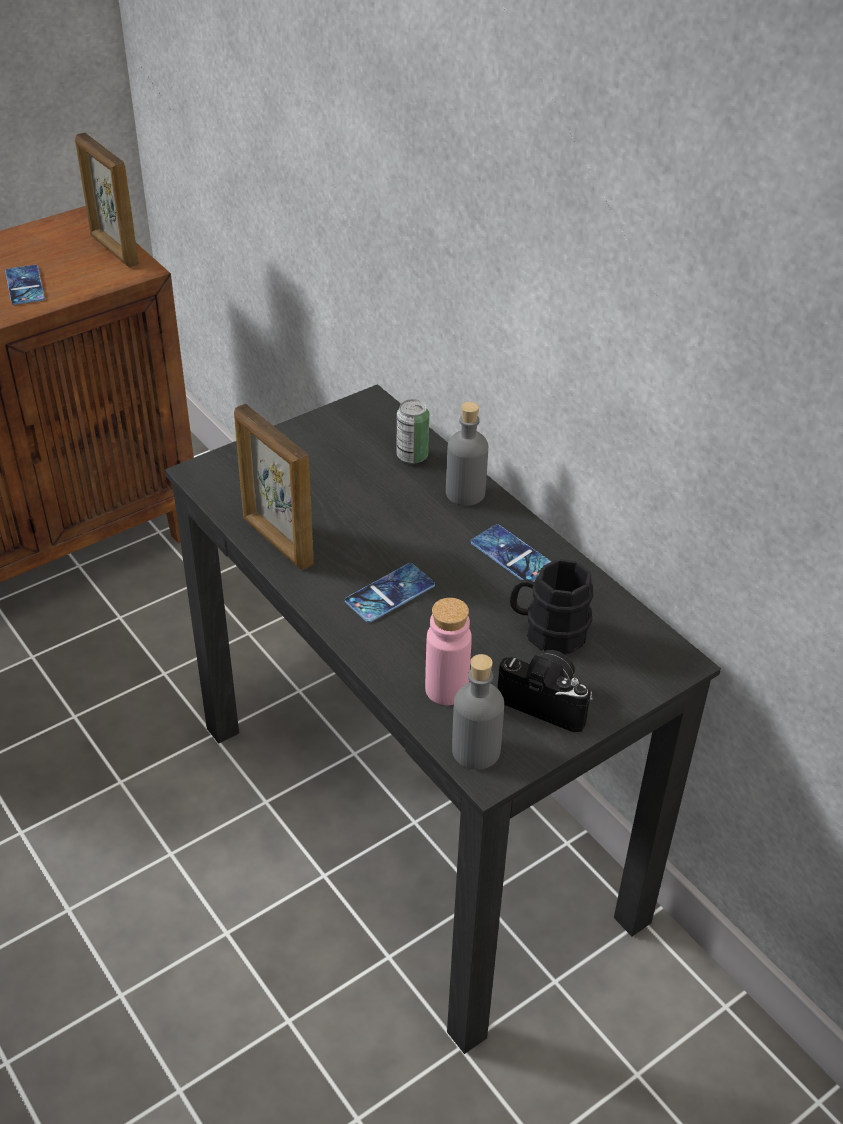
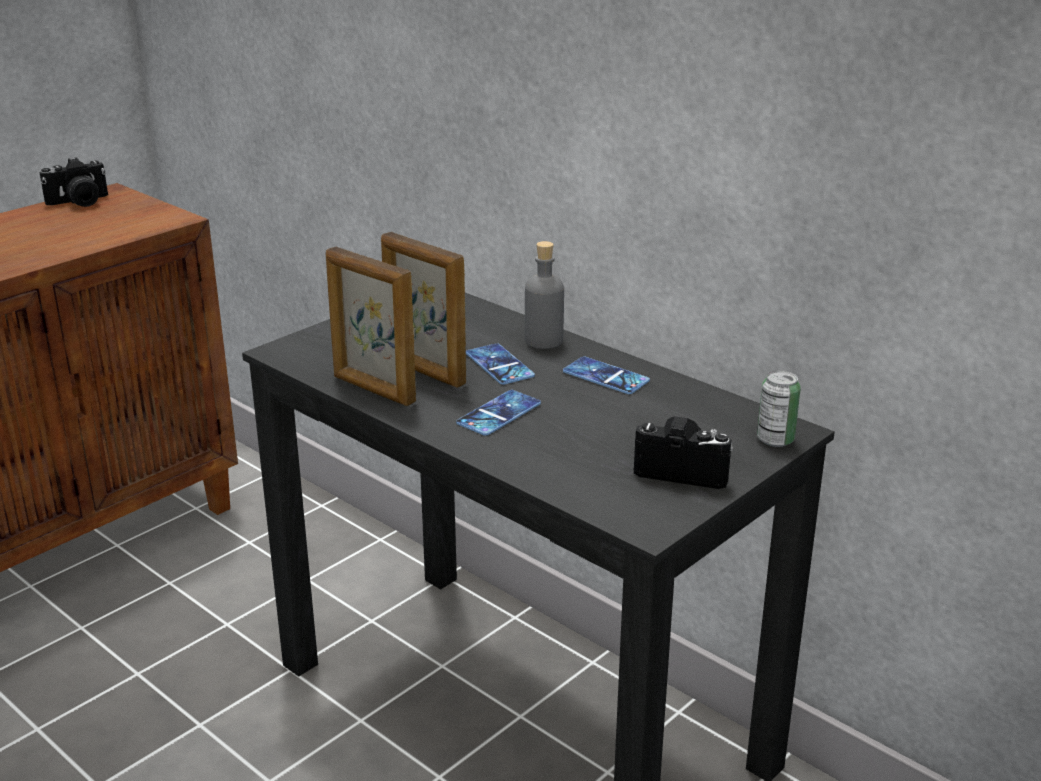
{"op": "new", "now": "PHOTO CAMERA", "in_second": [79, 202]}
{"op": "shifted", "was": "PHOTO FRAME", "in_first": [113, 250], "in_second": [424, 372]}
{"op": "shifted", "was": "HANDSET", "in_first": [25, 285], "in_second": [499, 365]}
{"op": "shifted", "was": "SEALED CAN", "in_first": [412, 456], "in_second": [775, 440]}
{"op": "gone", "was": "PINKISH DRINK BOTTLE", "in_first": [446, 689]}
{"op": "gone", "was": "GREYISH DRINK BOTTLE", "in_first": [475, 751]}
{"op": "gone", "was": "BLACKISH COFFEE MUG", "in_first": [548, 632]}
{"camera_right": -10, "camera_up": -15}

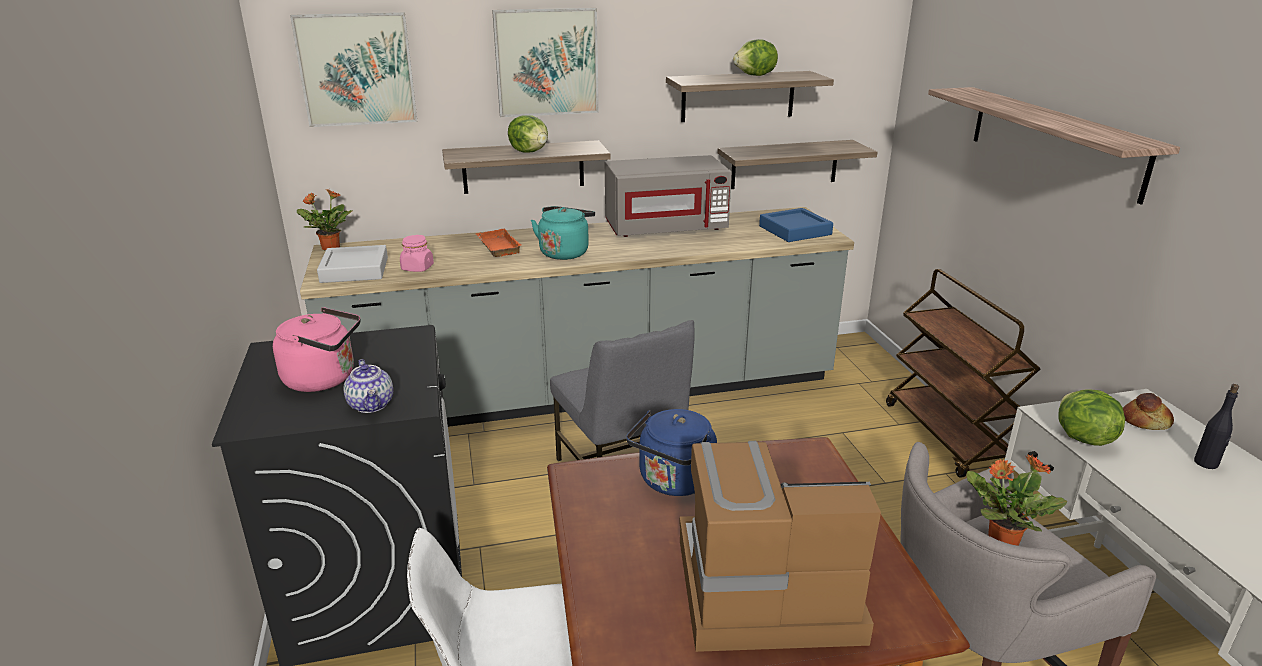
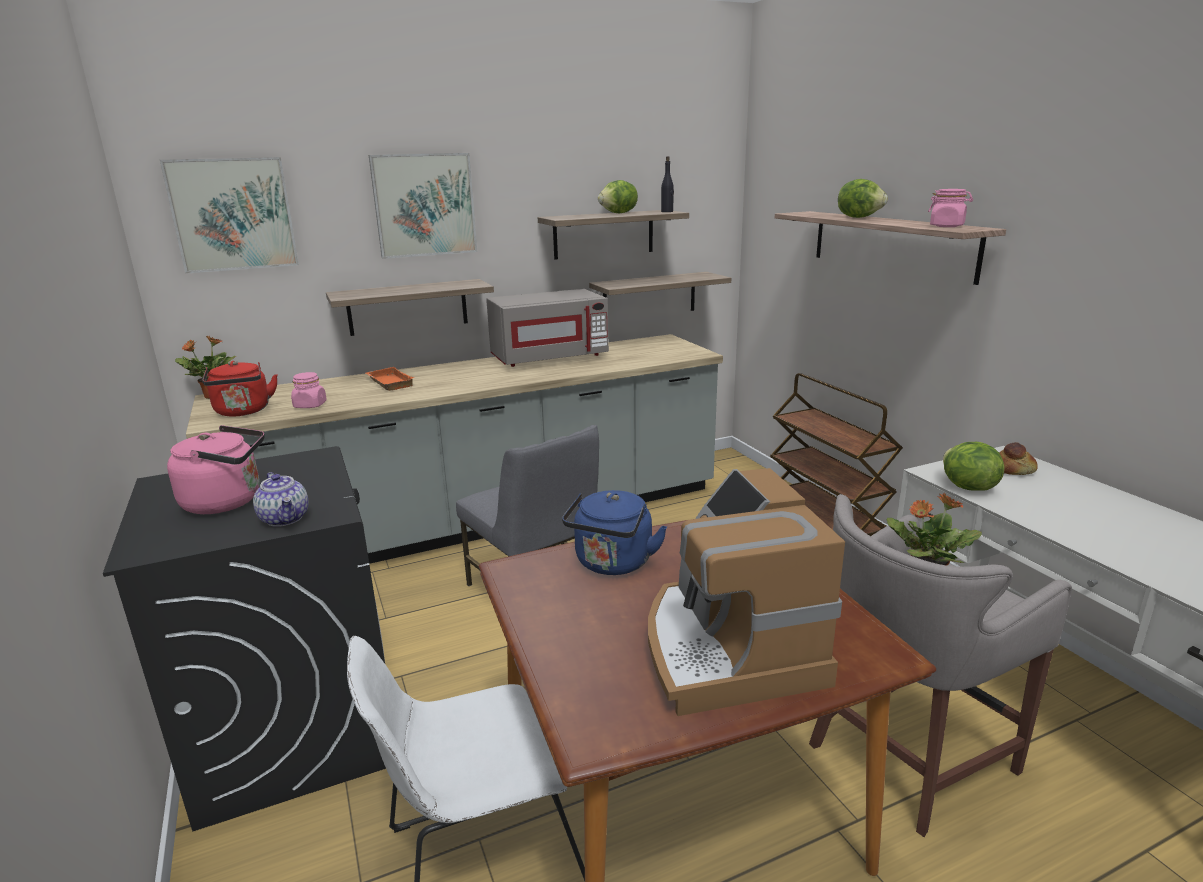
{"op": "swapped", "was": "GREYISH TRAY", "now": "RED-COLOURED KETTLE", "in_first": [354, 270], "in_second": [243, 412]}
{"op": "rotated", "was": "COFFEE BREWER", "in_first": [763, 591], "in_second": [727, 648], "clockwise": -90}
{"op": "shifted", "was": "BLACKISH DRINK BOTTLE", "in_first": [1206, 463], "in_second": [667, 211]}
{"op": "shifted", "was": "LETTUCE", "in_first": [530, 151], "in_second": [859, 217]}
{"op": "new", "now": "PINKISH JAR", "in_second": [947, 226]}
{"op": "gone", "was": "BLUE-GREEN KETTLE", "in_first": [565, 252]}
{"op": "gone", "was": "BLUISH TRAY", "in_first": [795, 230]}
{"camera_right": -10, "camera_up": -5}

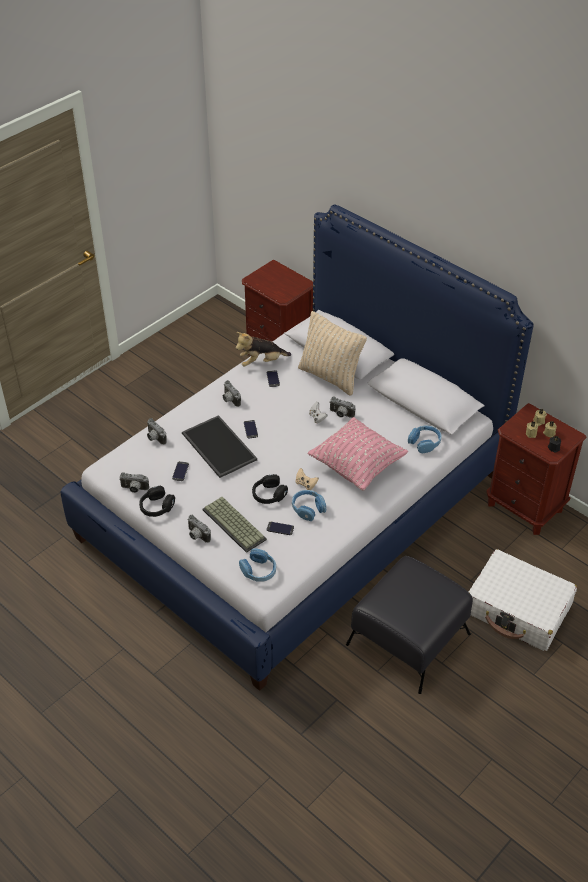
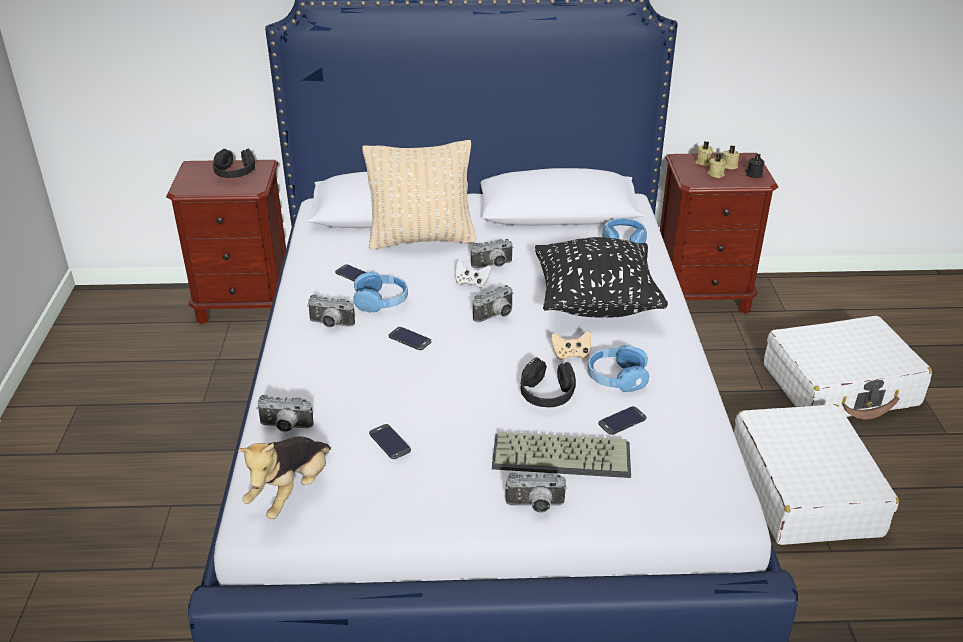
{"op": "shifted", "was": "BLACKISH HEADSET", "in_first": [156, 507], "in_second": [235, 173]}
{"op": "shifted", "was": "SOFT TOY", "in_first": [261, 362], "in_second": [291, 492]}
{"op": "shifted", "was": "BLUISH HEADSET", "in_first": [258, 571], "in_second": [381, 301]}
{"op": "shifted", "was": "PHOTO CAMERA", "in_first": [134, 489], "in_second": [496, 316]}
{"op": "repainted", "was": "PINKISH PILLOW", "now": "BLACKISH PILLOW", "in_first": [357, 467], "in_second": [596, 303]}
{"op": "swapped", "was": "BLACKISH POUFFE", "now": "WHITISH TRAVEL CASE", "in_first": [409, 639], "in_second": [804, 490]}
{"op": "gone", "was": "TRAY", "in_first": [217, 446]}
{"camera_right": -45, "camera_up": -10}

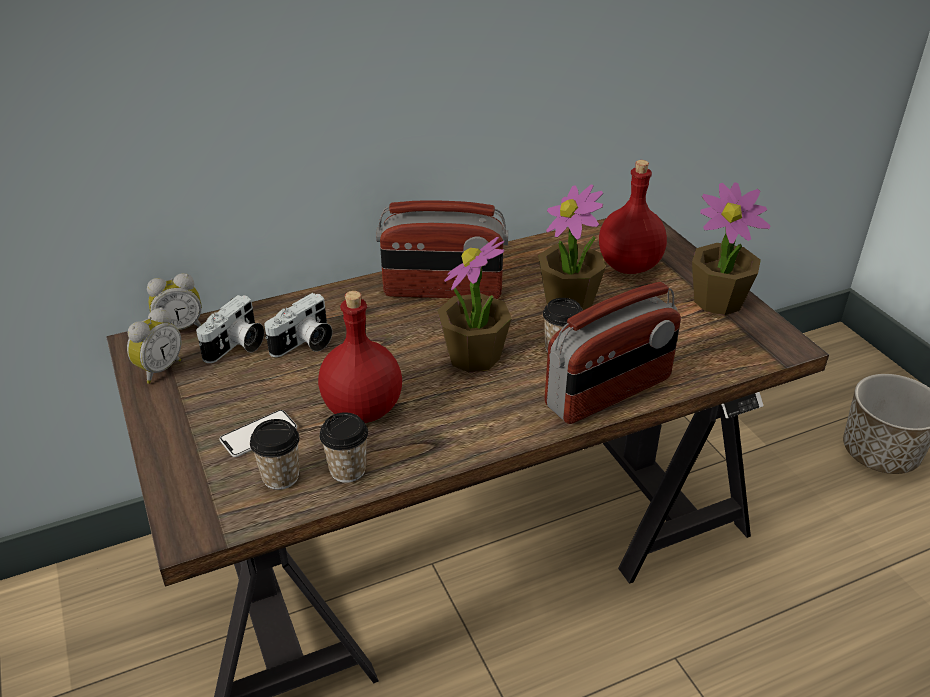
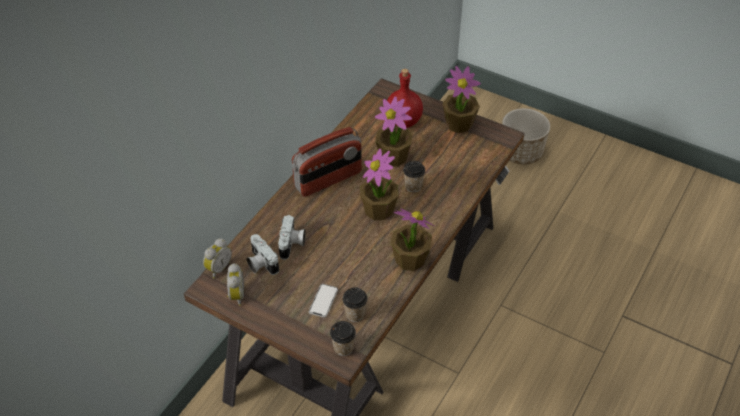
{"op": "rotated", "was": "PHOTO CAMERA", "in_first": [237, 347], "in_second": [260, 263], "clockwise": 150}
{"op": "shifted", "was": "CUP", "in_first": [347, 470], "in_second": [343, 348]}
{"op": "new", "now": "PLANT IN A POT", "in_second": [410, 259]}
{"op": "gone", "was": "RED-COLOURED DRINK BOTTLE", "in_first": [363, 411]}
{"op": "gone", "was": "RADIO RECEIVER", "in_first": [609, 393]}
{"camera_right": -35, "camera_up": 10}

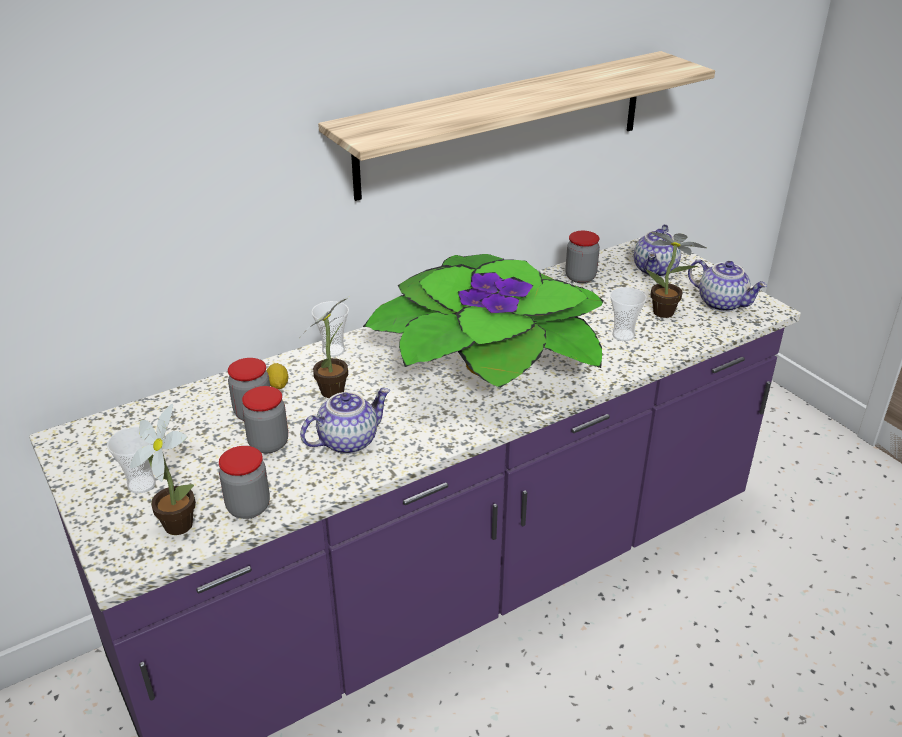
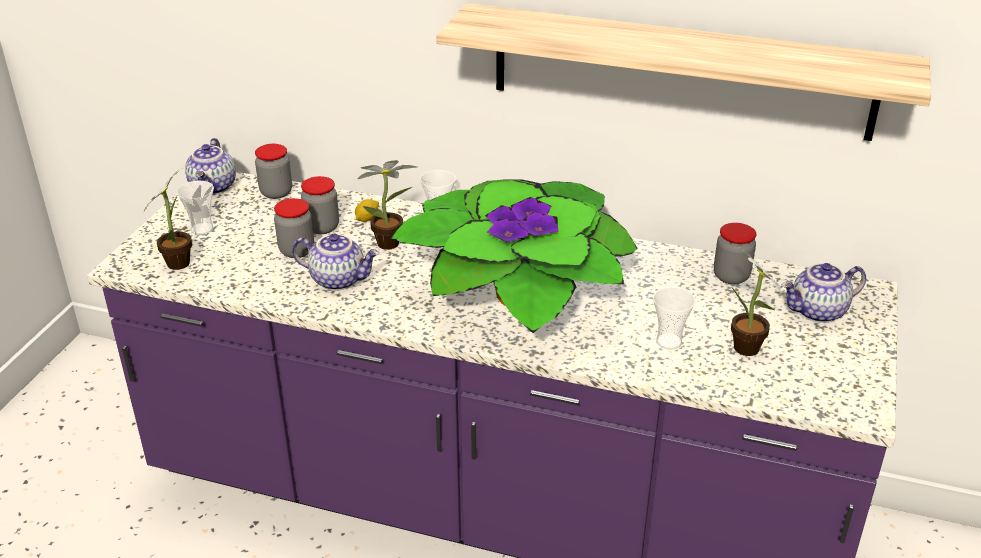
{"op": "shifted", "was": "TEAPOT", "in_first": [722, 303], "in_second": [214, 187]}
{"op": "shifted", "was": "JAR", "in_first": [248, 507], "in_second": [276, 192]}
{"camera_right": 50, "camera_up": 0}

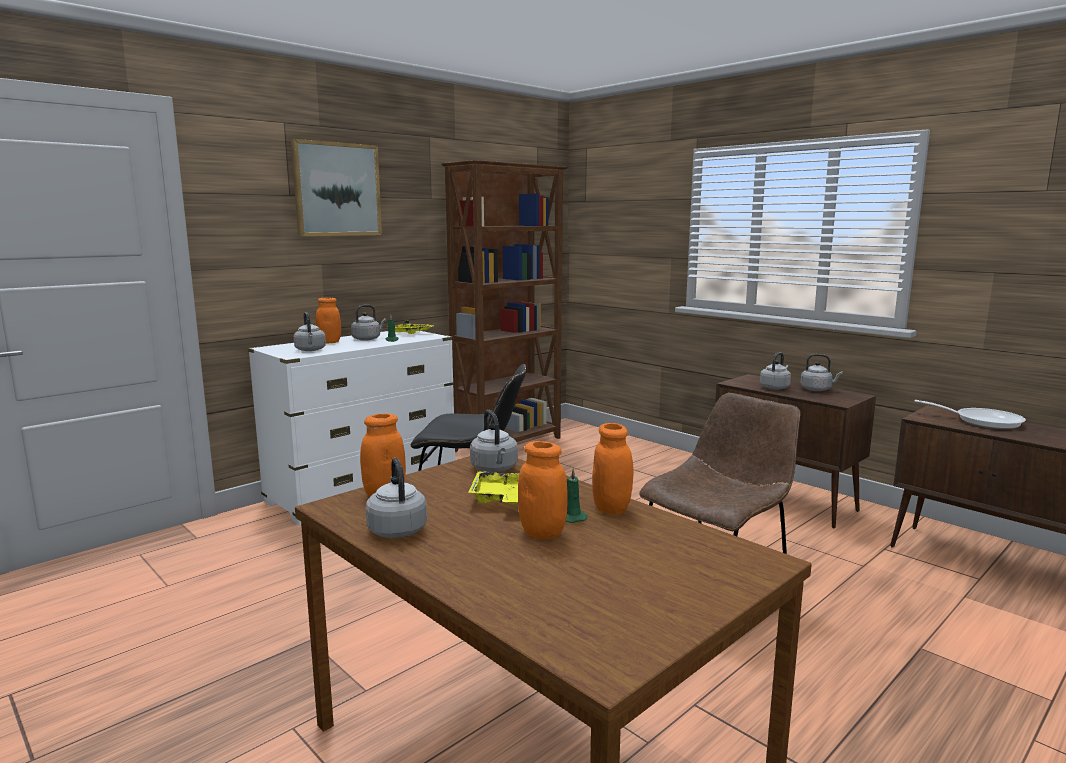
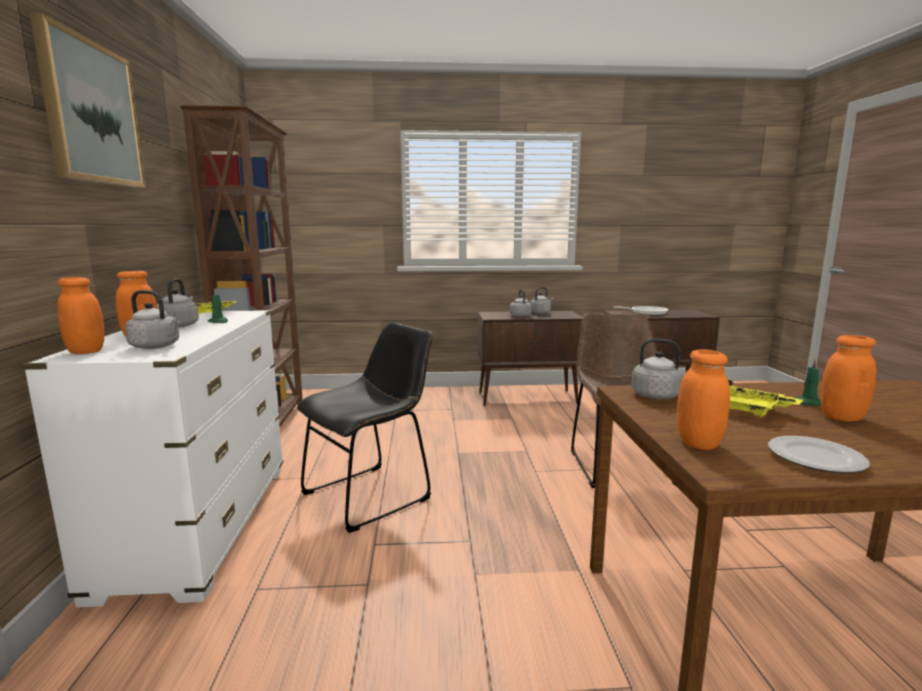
{"op": "shifted", "was": "ORANGE-COLOURED JAR", "in_first": [611, 508], "in_second": [86, 351]}
{"op": "swapped", "was": "GREYISH KETTLE", "now": "FLAT DISH", "in_first": [397, 529], "in_second": [815, 459]}
{"camera_right": -50, "camera_up": 0}

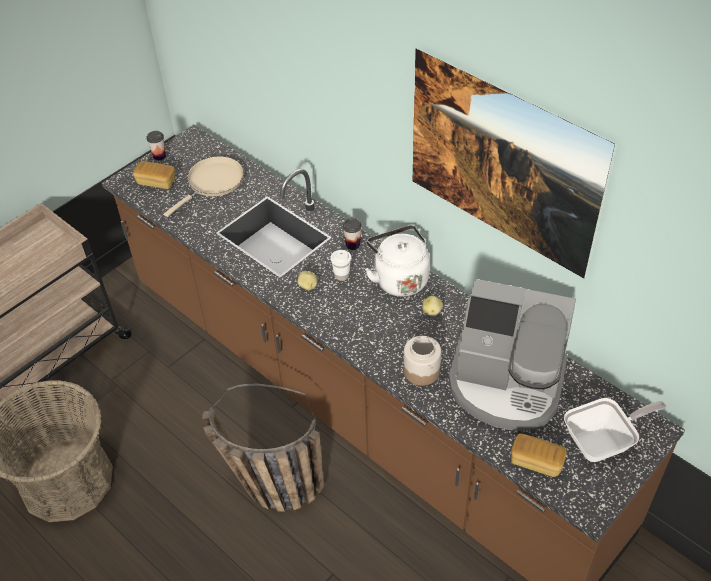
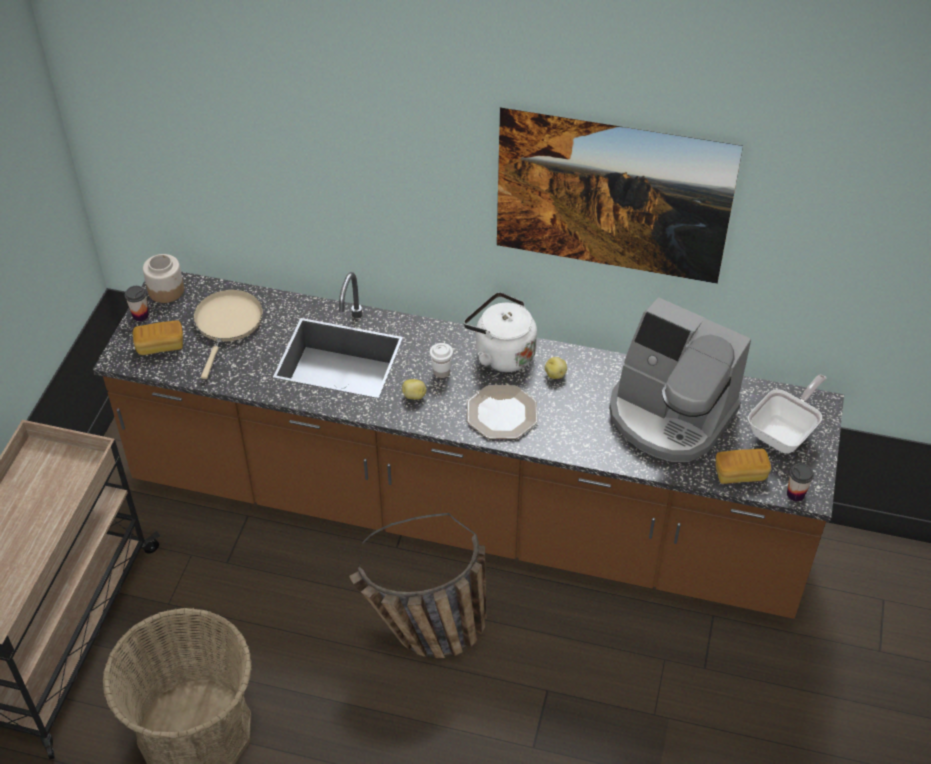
{"op": "shifted", "was": "JAR", "in_first": [422, 370], "in_second": [166, 290]}
{"op": "new", "now": "FLAT DISH", "in_second": [501, 413]}
{"op": "rotated", "was": "COFFEE BREWER", "in_first": [506, 384], "in_second": [669, 415], "clockwise": 45}
{"op": "shifted", "was": "CUP", "in_first": [353, 245], "in_second": [795, 494]}
{"camera_right": -30, "camera_up": 0}

